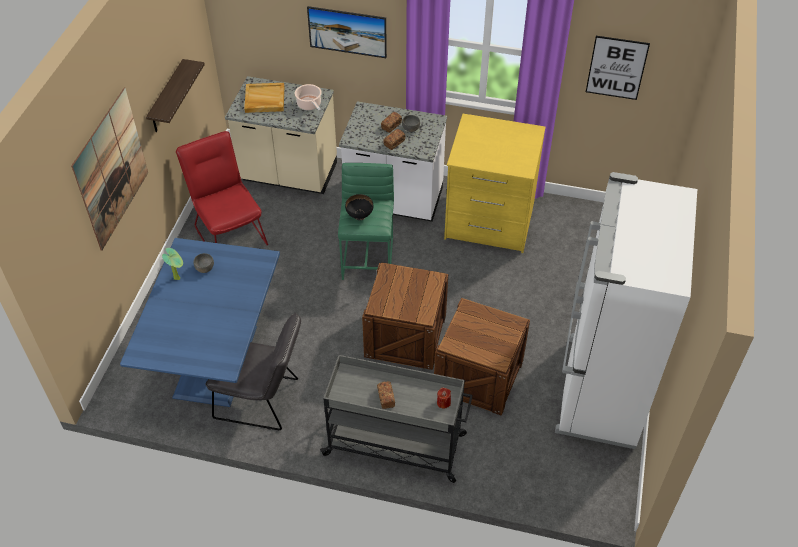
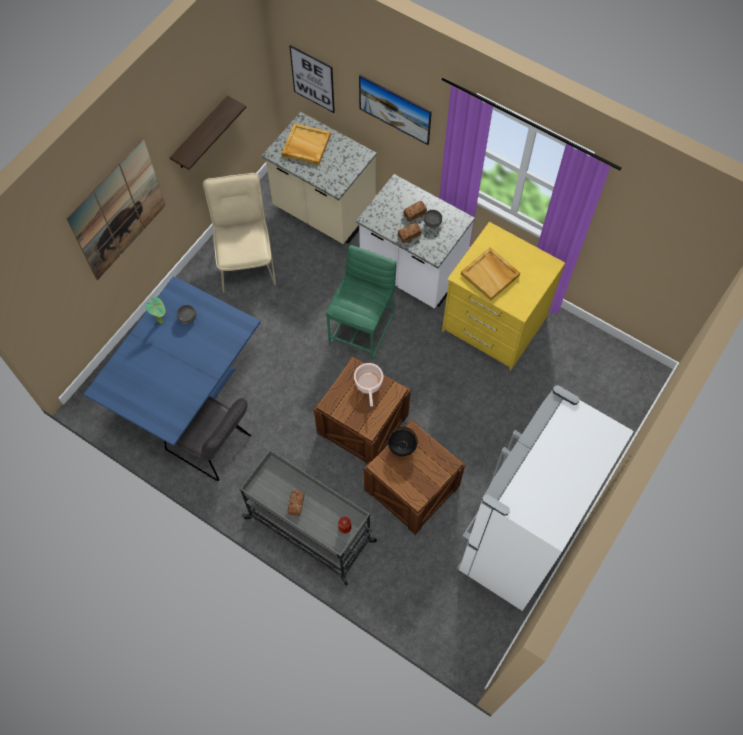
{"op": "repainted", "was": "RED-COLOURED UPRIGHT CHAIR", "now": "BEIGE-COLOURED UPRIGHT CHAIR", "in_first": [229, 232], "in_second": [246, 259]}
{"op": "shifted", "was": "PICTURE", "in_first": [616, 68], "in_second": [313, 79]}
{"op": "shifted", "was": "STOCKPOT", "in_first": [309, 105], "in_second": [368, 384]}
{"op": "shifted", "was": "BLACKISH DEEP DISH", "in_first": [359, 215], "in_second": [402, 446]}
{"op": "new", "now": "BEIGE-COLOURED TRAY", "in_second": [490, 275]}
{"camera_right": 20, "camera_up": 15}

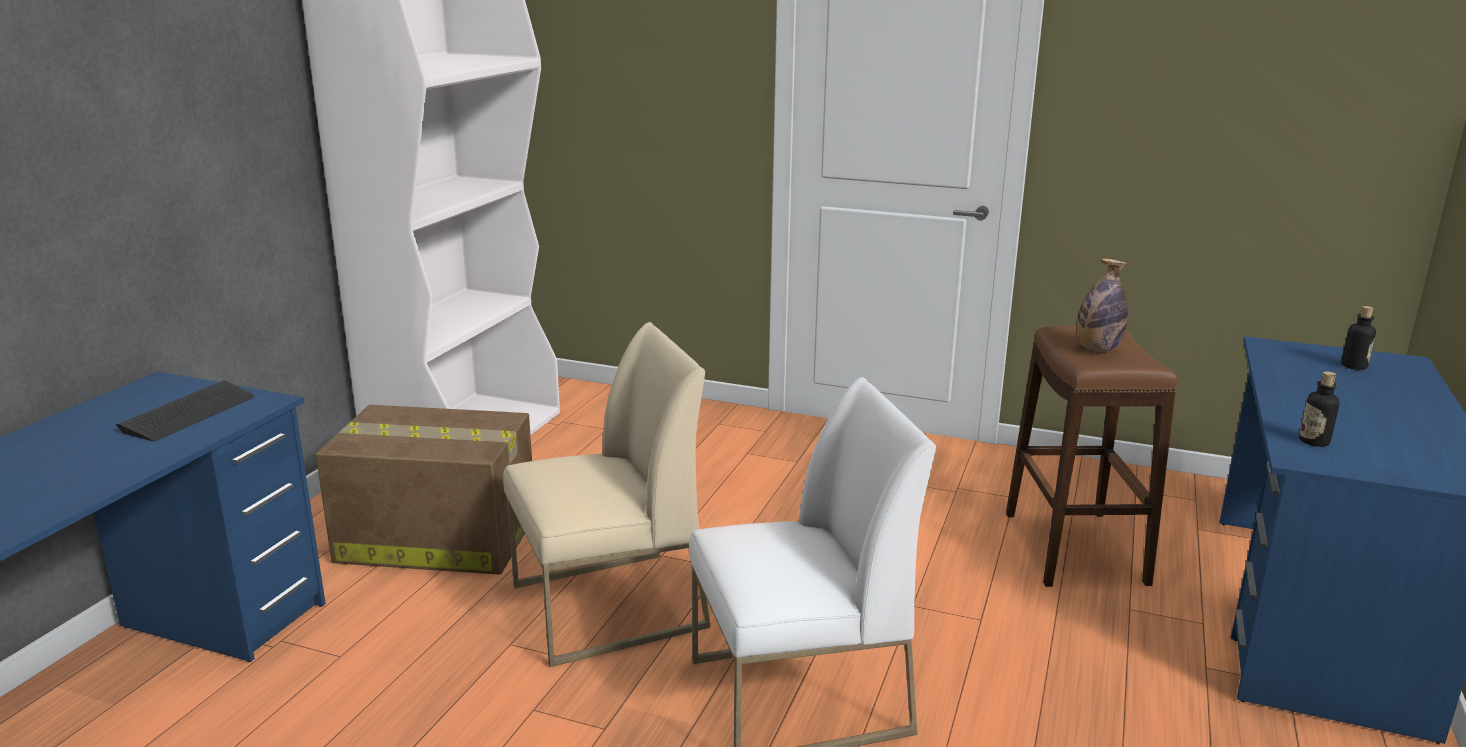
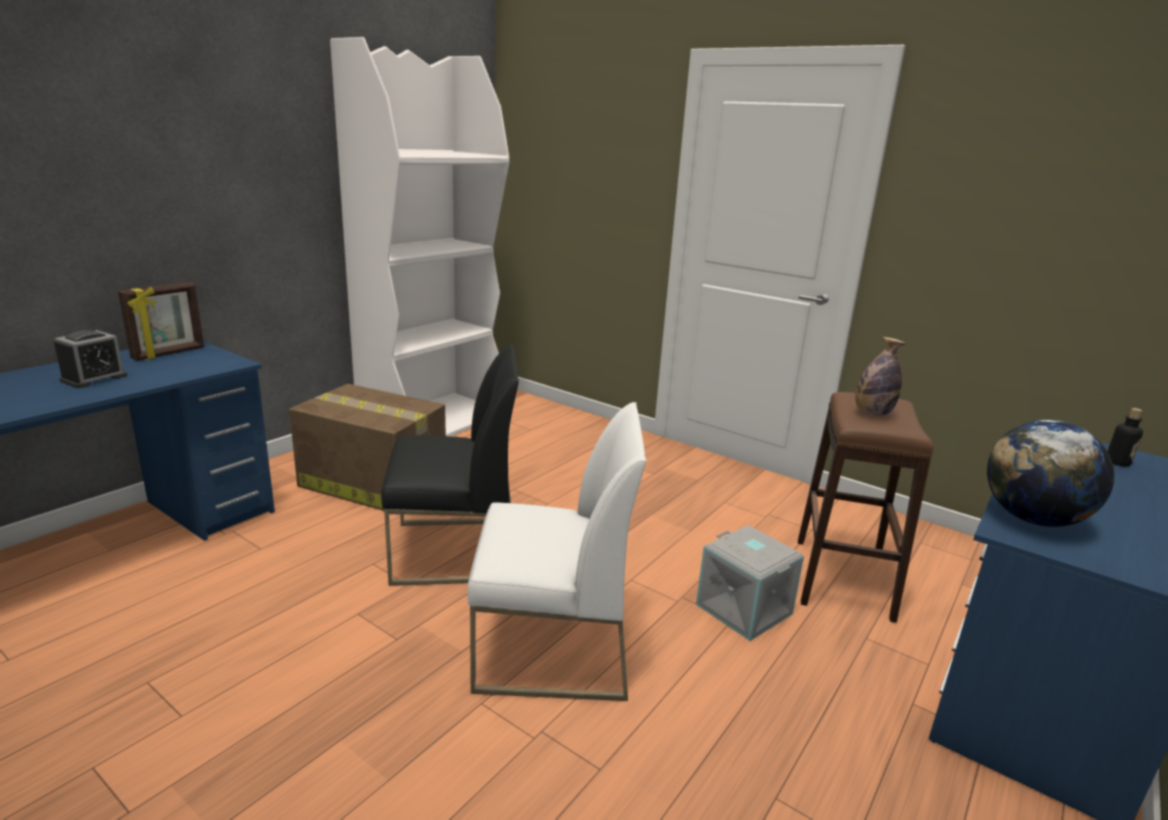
{"op": "new", "now": "ALARM CLOCK", "in_second": [94, 378]}
{"op": "new", "now": "PHOTO FRAME", "in_second": [169, 354]}
{"op": "repainted", "was": "BEIGE-COLOURED UPRIGHT CHAIR", "now": "BLACKISH UPRIGHT CHAIR", "in_first": [607, 607], "in_second": [454, 551]}
{"op": "new", "now": "GREYISH STORAGE CONTAINER", "in_second": [745, 609]}
{"op": "swapped", "was": "DRINK BOTTLE", "now": "WORLD GLOBE", "in_first": [1314, 441], "in_second": [1033, 519]}
{"op": "gone", "was": "PC KEYBOARD", "in_first": [189, 413]}
{"camera_right": 15, "camera_up": 0}

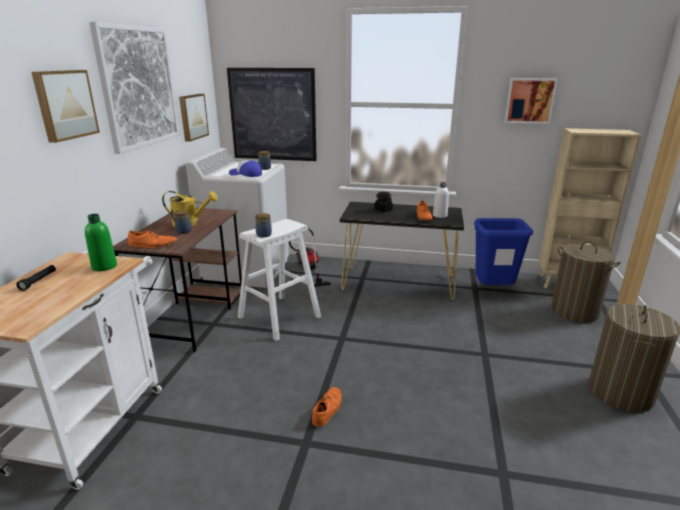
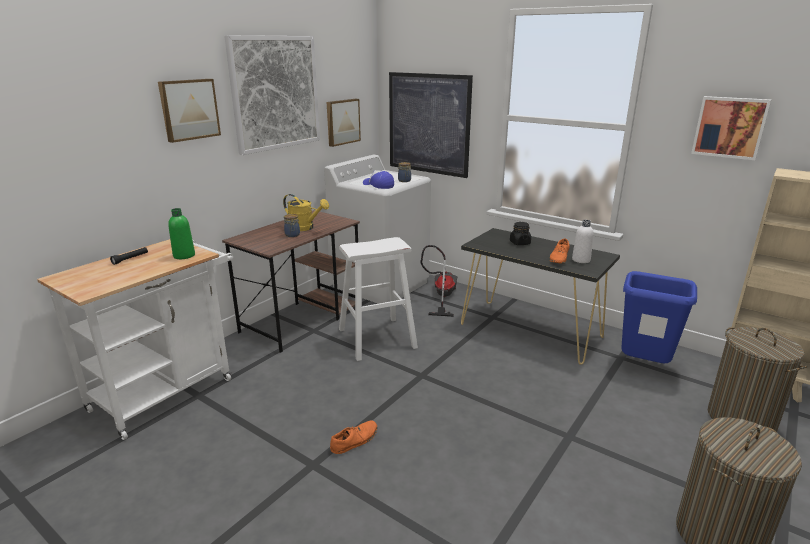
{"op": "gone", "was": "ORANGE-COLOURED LOW SHOE", "in_first": [153, 245]}
{"op": "gone", "was": "JAR", "in_first": [264, 234]}
{"camera_right": 25, "camera_up": 0}

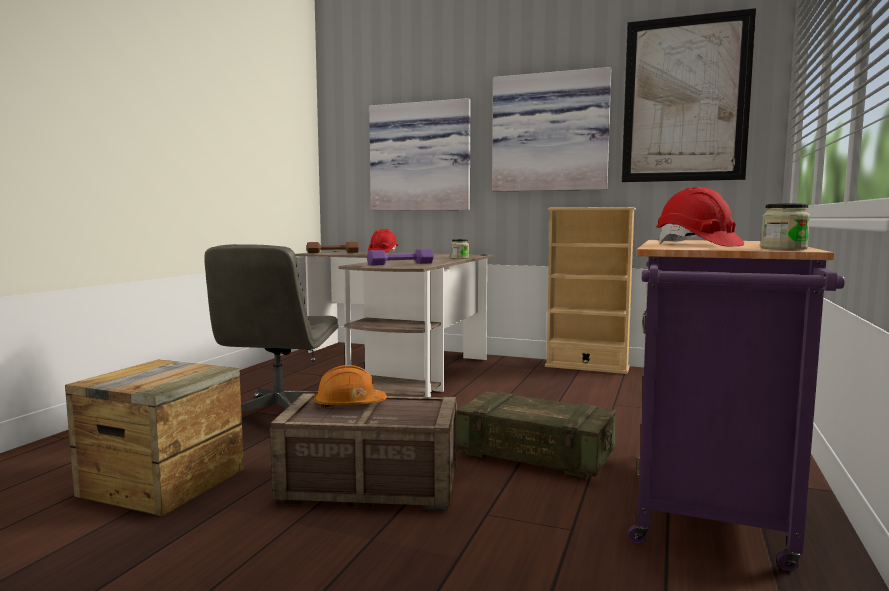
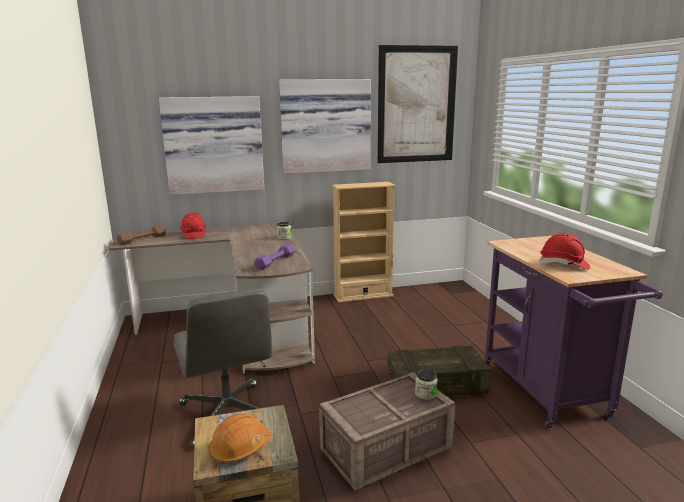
{"op": "shifted", "was": "ORANGE-COLOURED SAFETY HELMET", "in_first": [349, 405], "in_second": [240, 448]}
{"op": "shifted", "was": "JAR", "in_first": [783, 248], "in_second": [425, 394]}
{"camera_right": -35, "camera_up": 10}

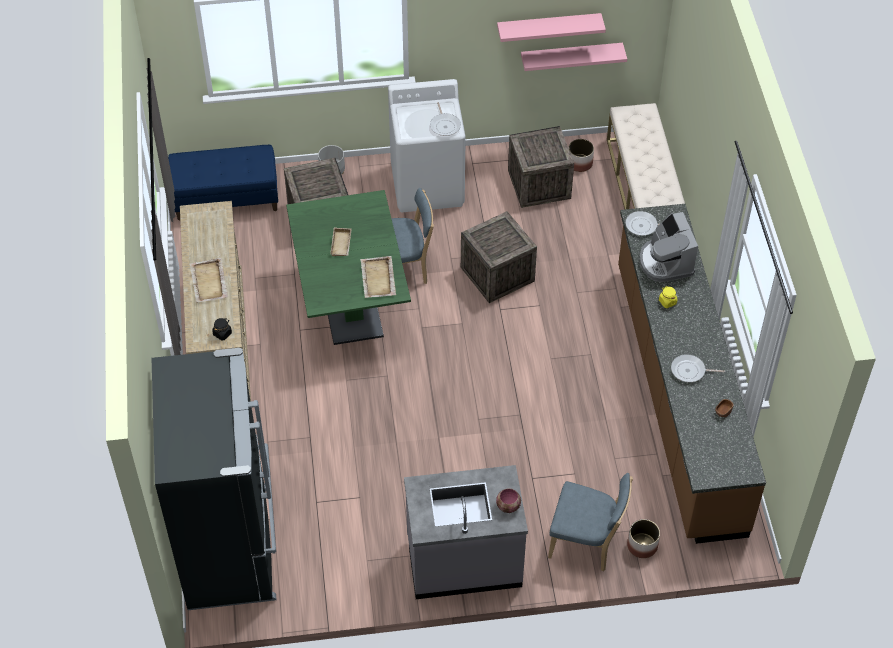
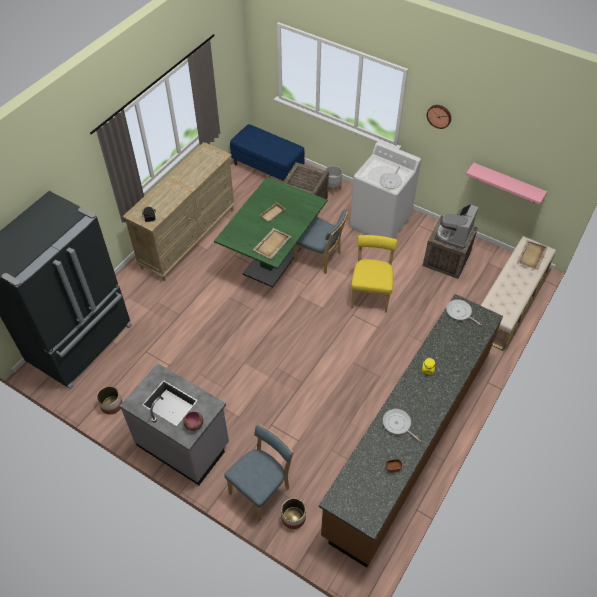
{"op": "shifted", "was": "PLANT POT", "in_first": [580, 163], "in_second": [111, 405]}
{"op": "rotated", "was": "BLUISH UPRIGHT CHAIR", "in_first": [586, 543], "in_second": [261, 489], "clockwise": -105}
{"op": "swapped", "was": "CRATE", "now": "YELLOW UPRIGHT CHAIR", "in_first": [497, 274], "in_second": [370, 294]}
{"op": "new", "now": "HANGING CLOCK", "in_second": [439, 116]}
{"op": "shifted", "was": "COFFEE BREWER", "in_first": [665, 262], "in_second": [454, 234]}
{"op": "shifted", "was": "BEIGE-COLOURED TRAY", "in_first": [209, 282], "in_second": [531, 256]}
{"op": "gone", "was": "PINKISH BRACKET SHELF", "in_first": [548, 27]}
{"camera_right": 40, "camera_up": 0}

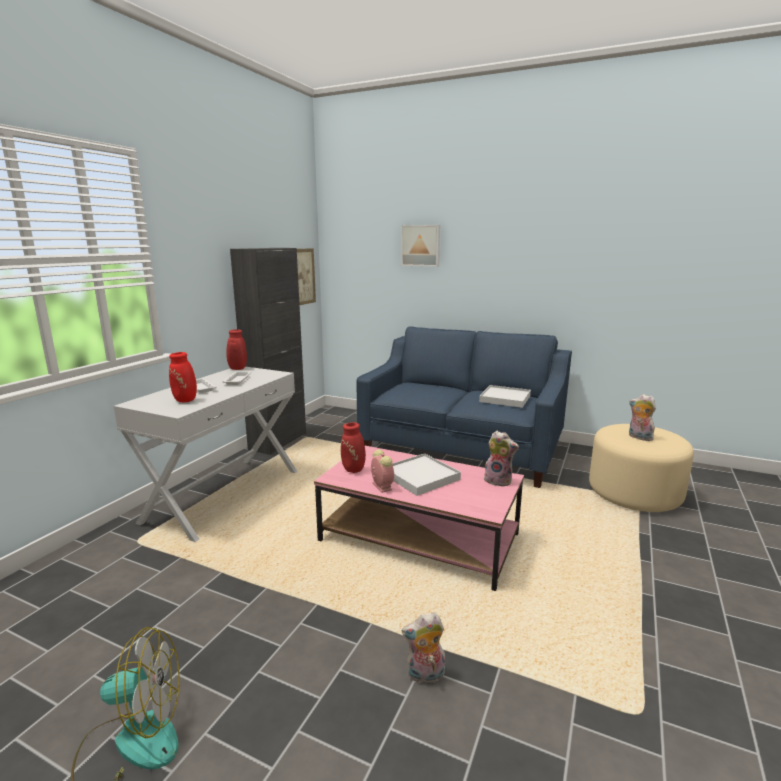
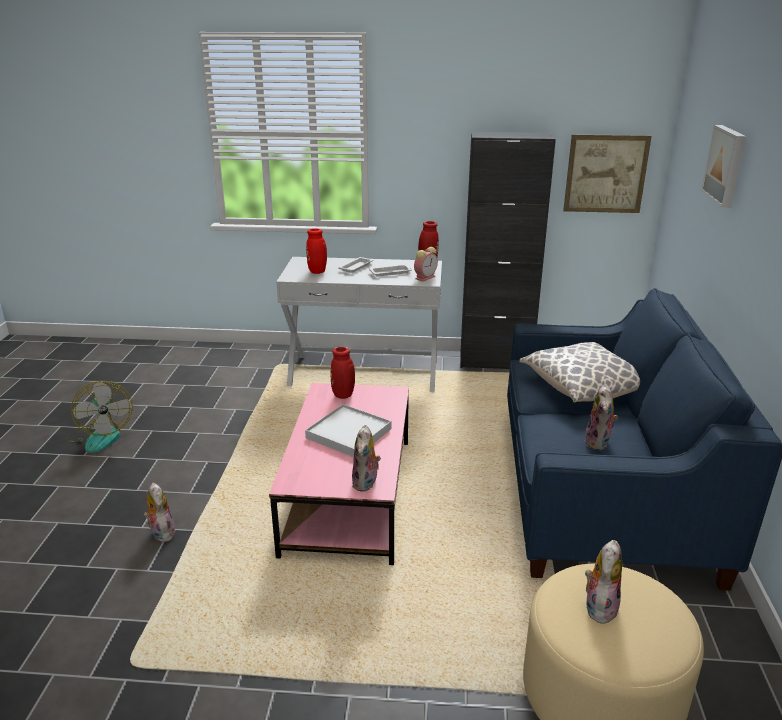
{"op": "shifted", "was": "ALARM CLOCK", "in_first": [381, 486], "in_second": [425, 277]}
{"op": "new", "now": "PILLOW", "in_second": [581, 388]}
{"op": "swapped", "was": "WHITISH TRAY", "now": "SOFT TOY", "in_first": [505, 399], "in_second": [599, 443]}
{"camera_right": 70, "camera_up": 10}

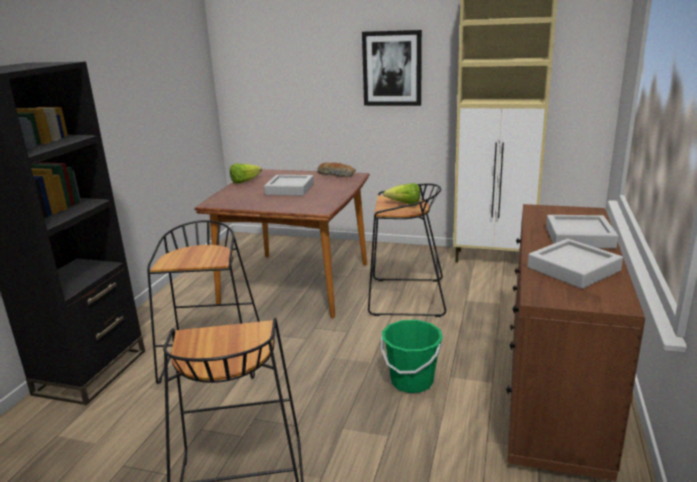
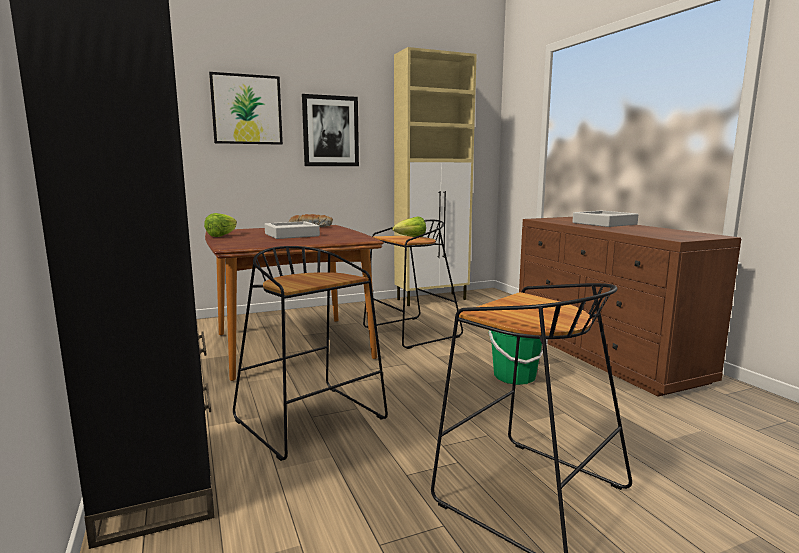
{"op": "new", "now": "PICTURE", "in_second": [246, 109]}
{"op": "gone", "was": "GREYISH TRAY", "in_first": [573, 269]}
{"camera_right": -40, "camera_up": -10}

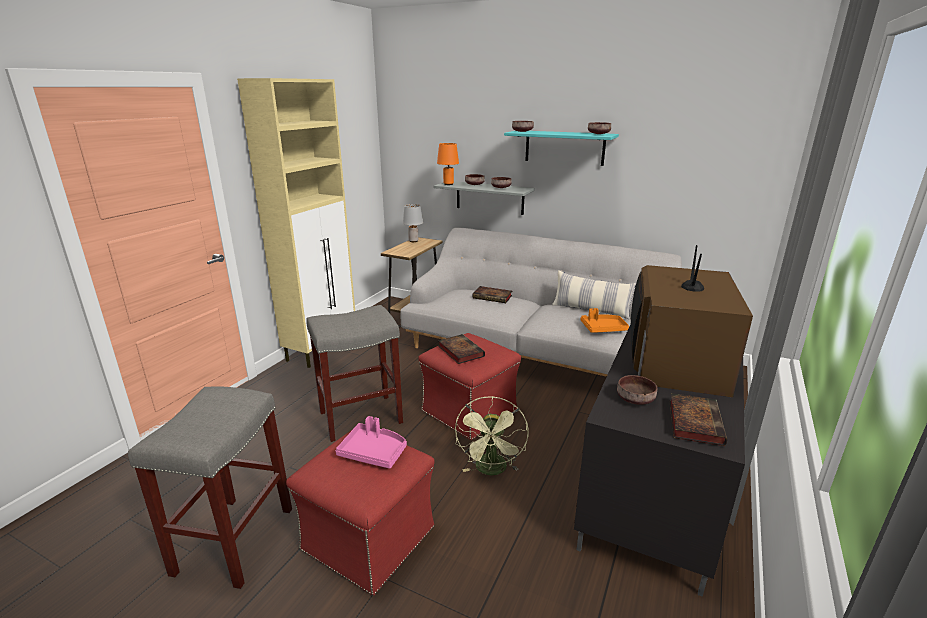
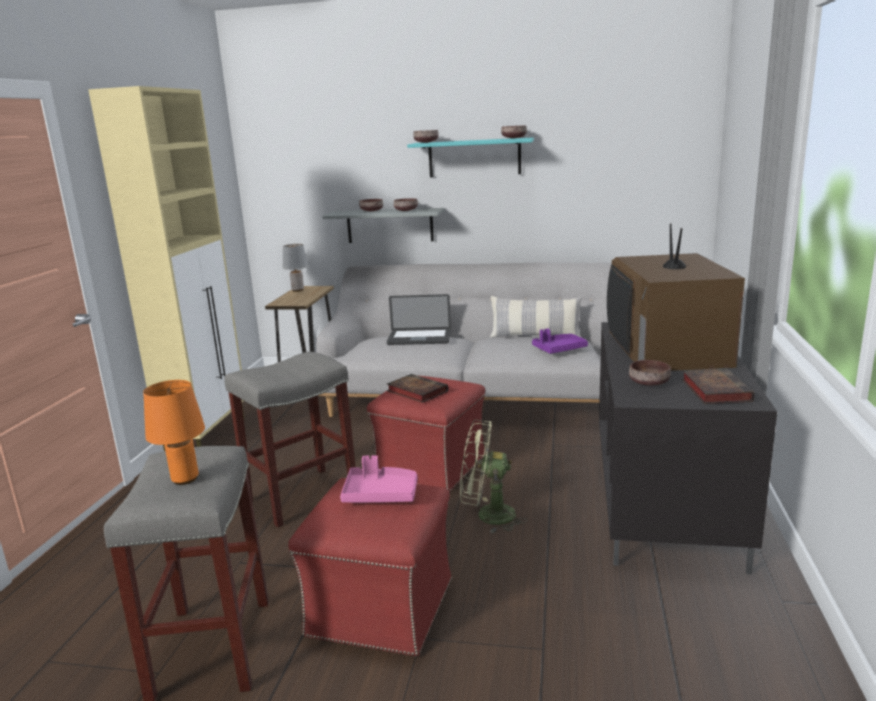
{"op": "shifted", "was": "ORANGE-COLOURED TABLE LAMP", "in_first": [448, 184], "in_second": [185, 479]}
{"op": "swapped", "was": "VOLUME", "now": "LAPTOP", "in_first": [493, 297], "in_second": [419, 338]}
{"op": "rotated", "was": "GREENISH ELECTRIC FAN", "in_first": [492, 470], "in_second": [487, 516], "clockwise": 105}
{"op": "repainted", "was": "ORANGE-COLOURED TRAY", "now": "PURPLE-COLOURED TRAY", "in_first": [603, 328], "in_second": [559, 349]}
{"camera_right": -15, "camera_up": -5}

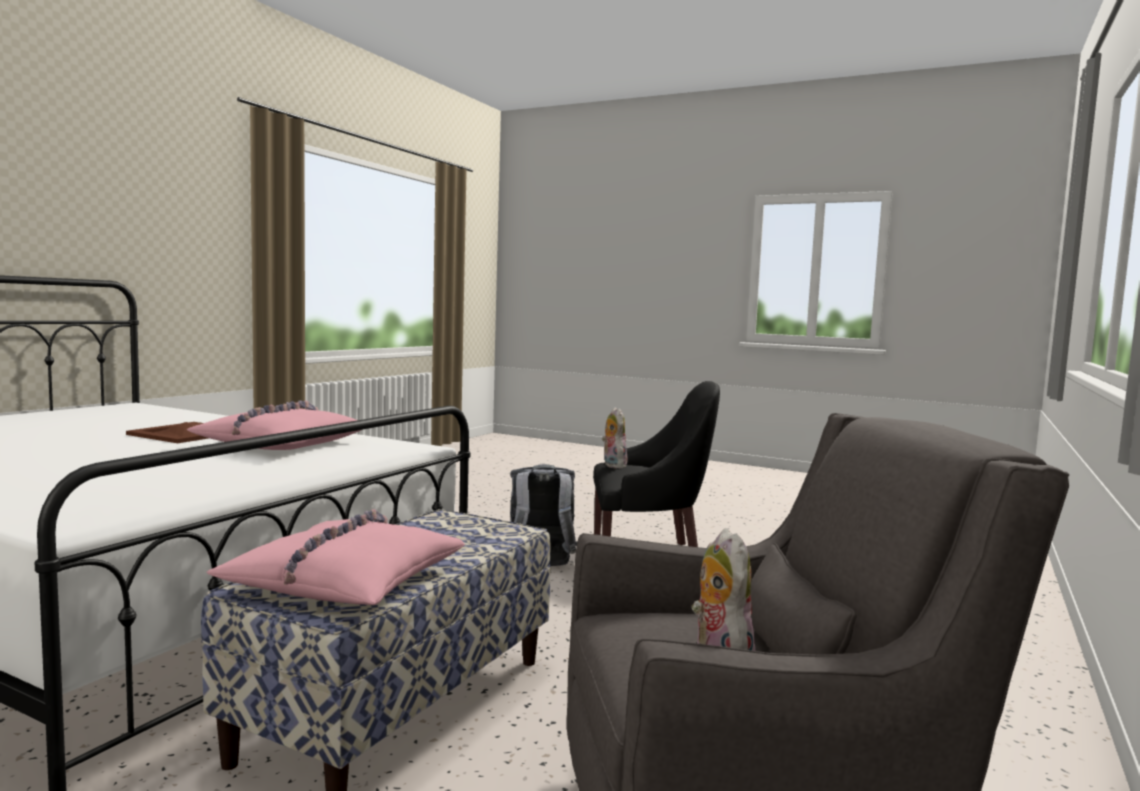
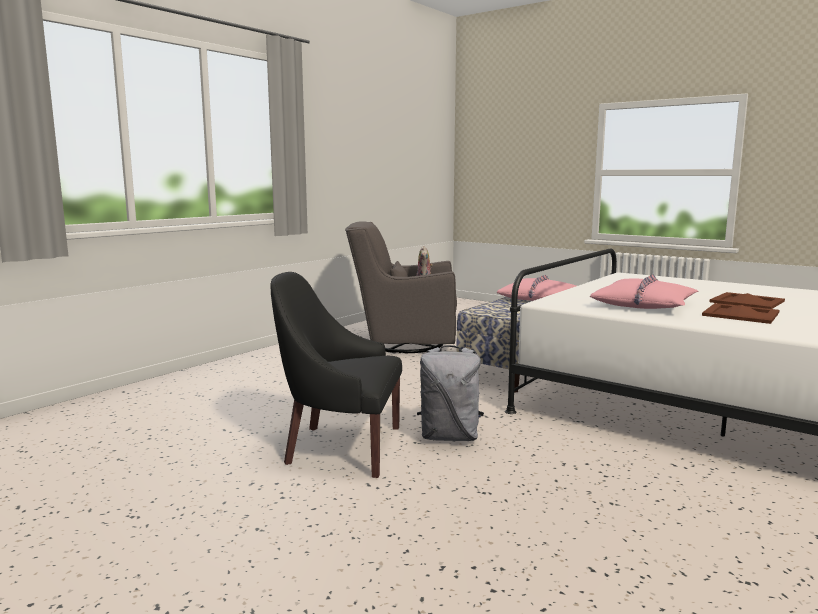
{"op": "new", "now": "BROWN-COLOURED TRAY", "in_second": [747, 301]}
{"op": "gone", "was": "SOFT TOY", "in_first": [612, 465]}
{"camera_right": -170, "camera_up": 5}

